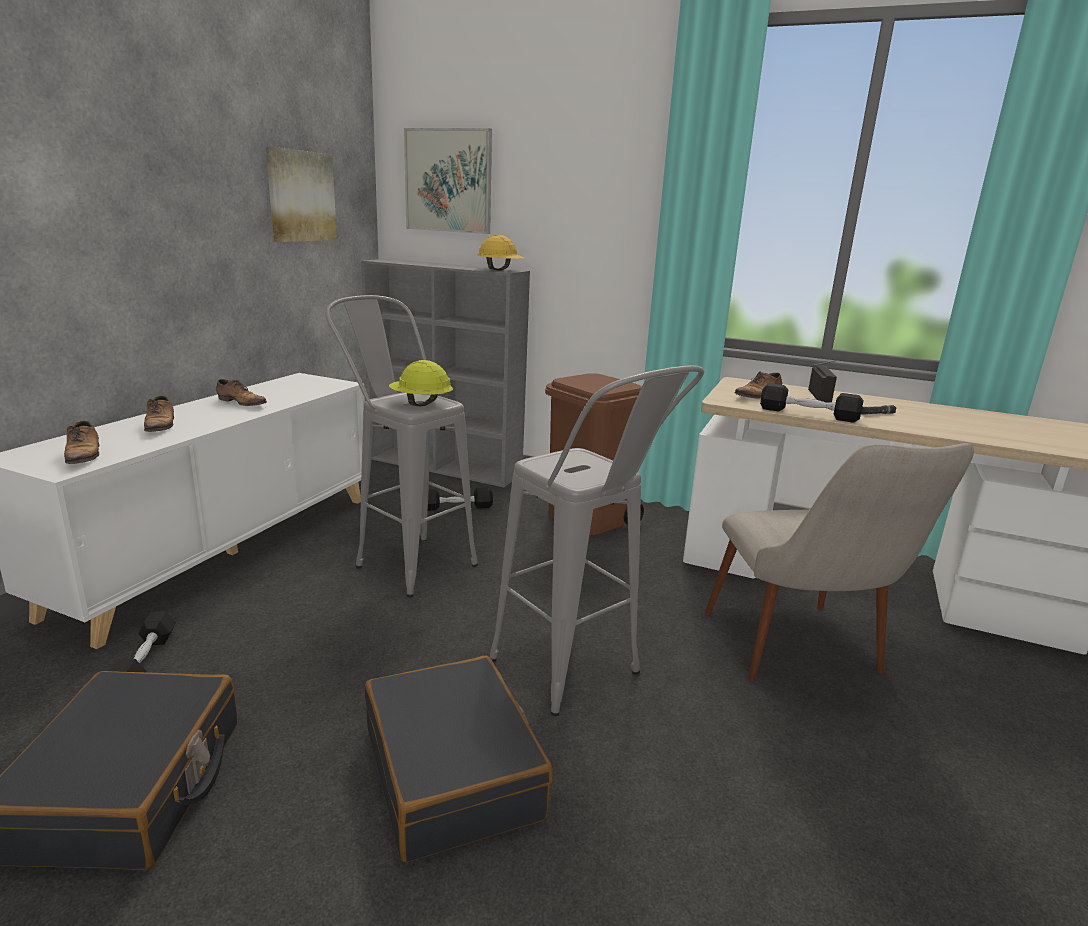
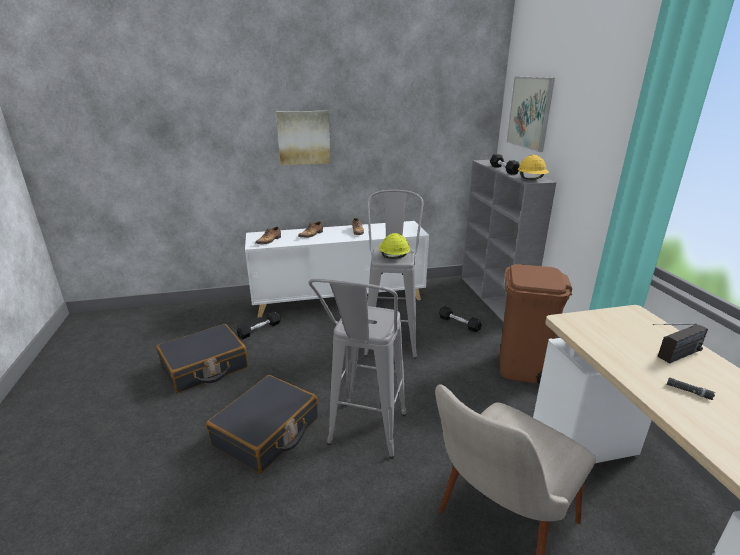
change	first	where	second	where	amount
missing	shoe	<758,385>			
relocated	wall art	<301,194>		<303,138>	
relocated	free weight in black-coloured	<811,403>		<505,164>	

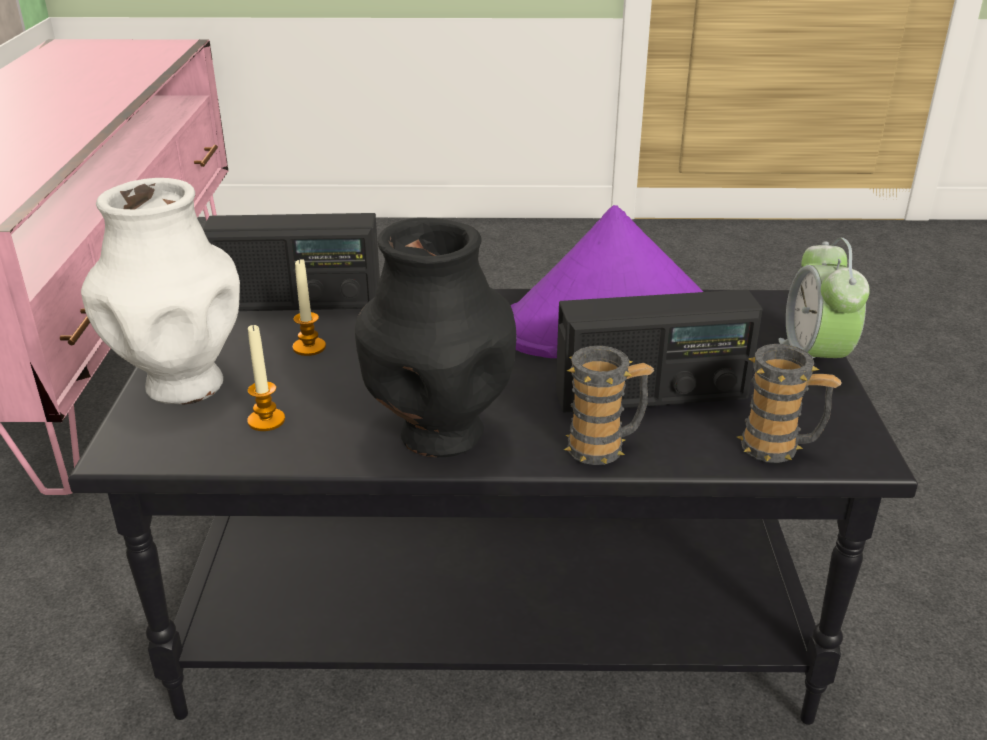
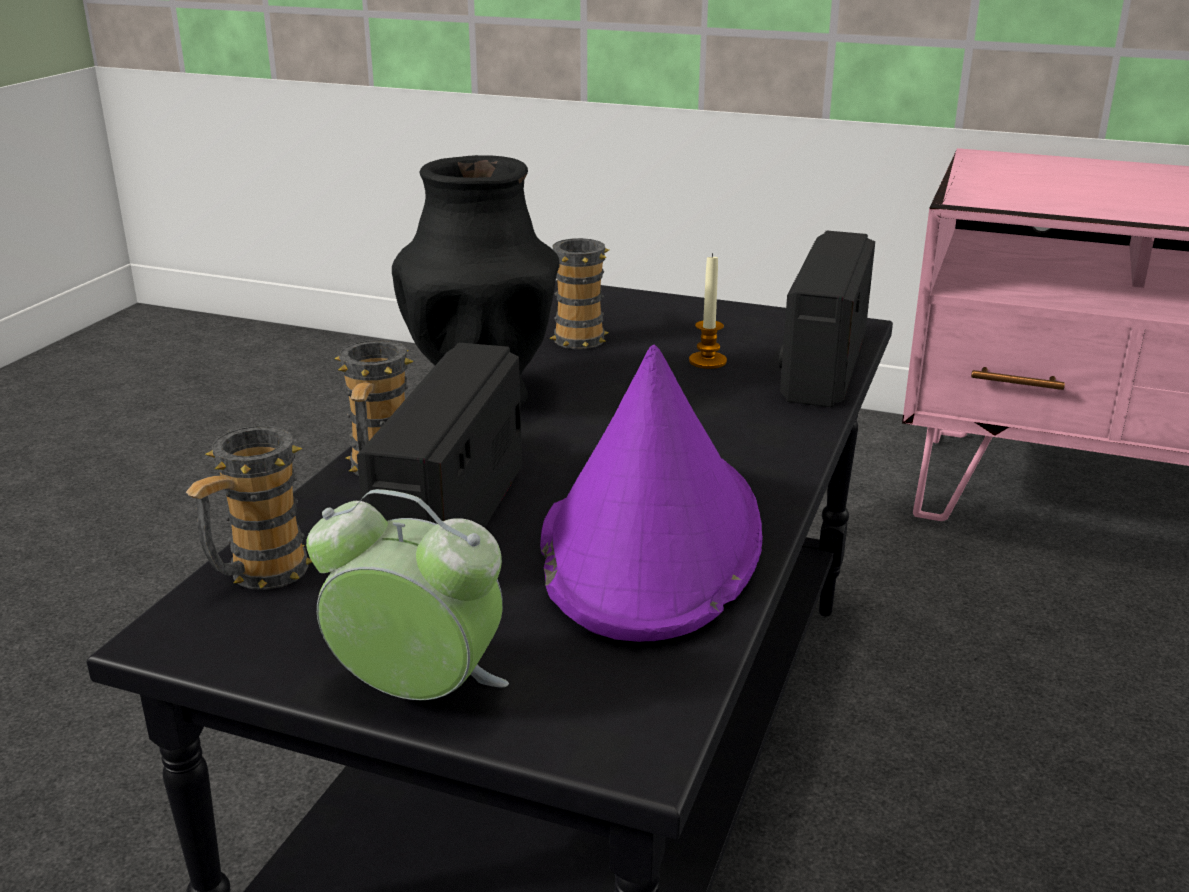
change	first	where	second	where	amount
missing	flower vase in white	<160,291>			
exchanged	wax candle	<266,378>	mug	<579,293>	

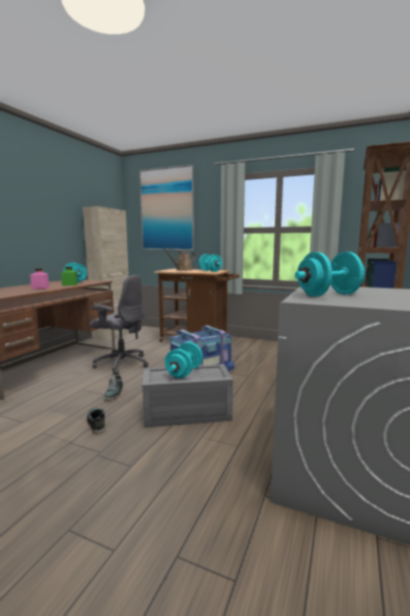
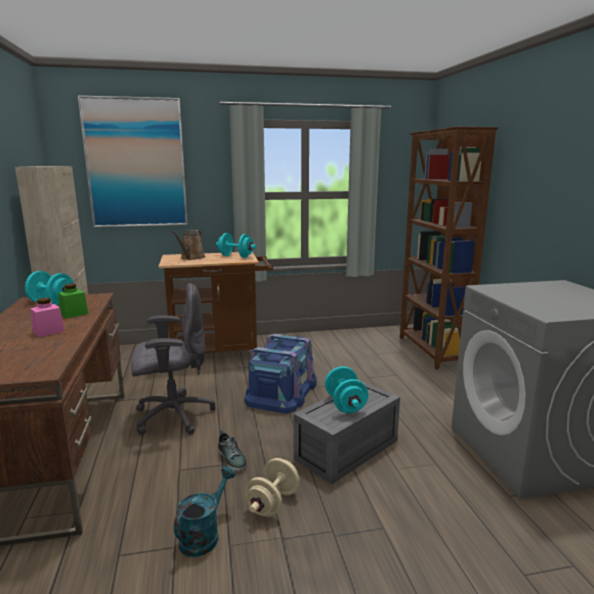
change	first	where	second	where	amount
missing	free weight in blue-green	<330,274>			
appeared			watering can in blue-green	<205,511>	
exchanged	shoe	<96,421>	free weight in beige	<272,487>	

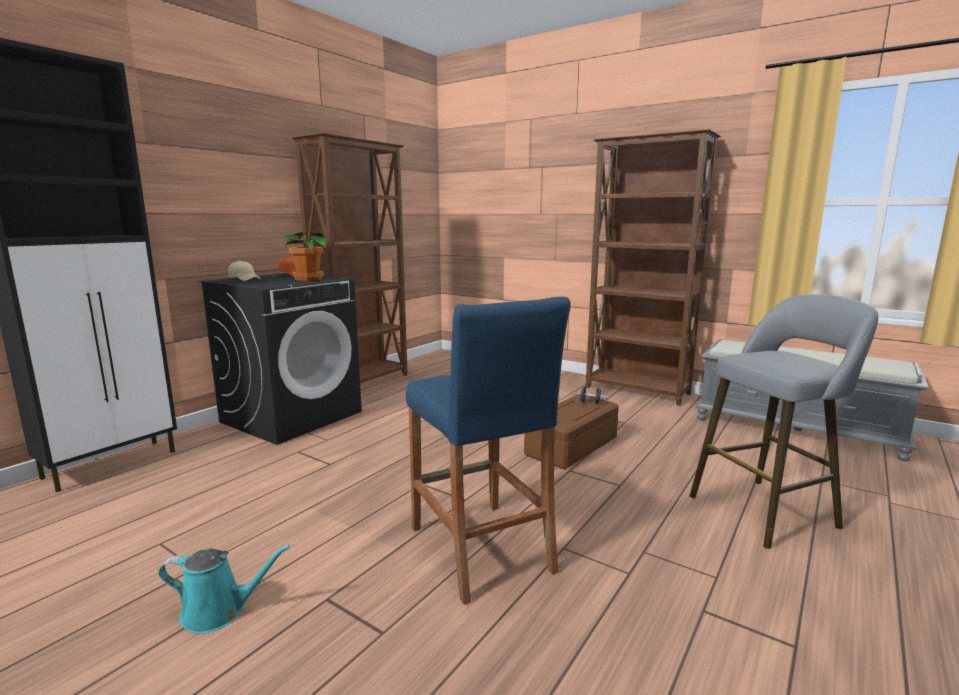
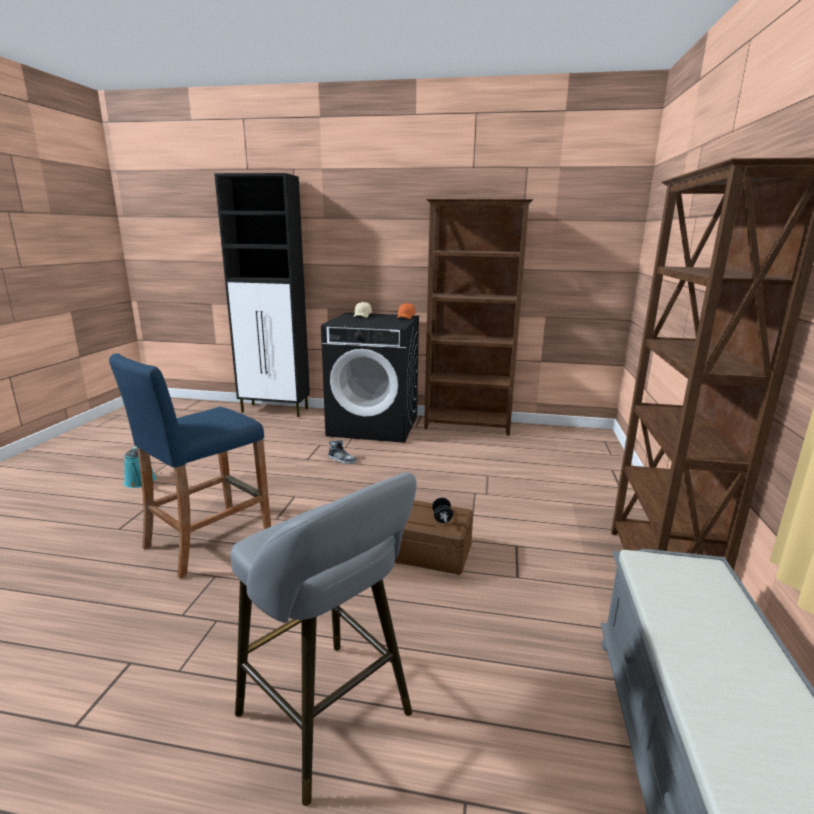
change	first	where	second	where	amount
missing	potted plant	<304,256>			
appeared			shoe	<342,452>	

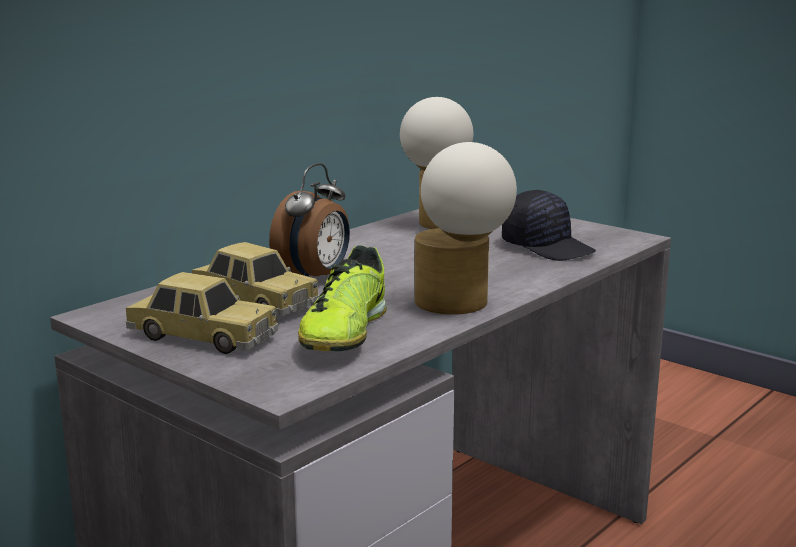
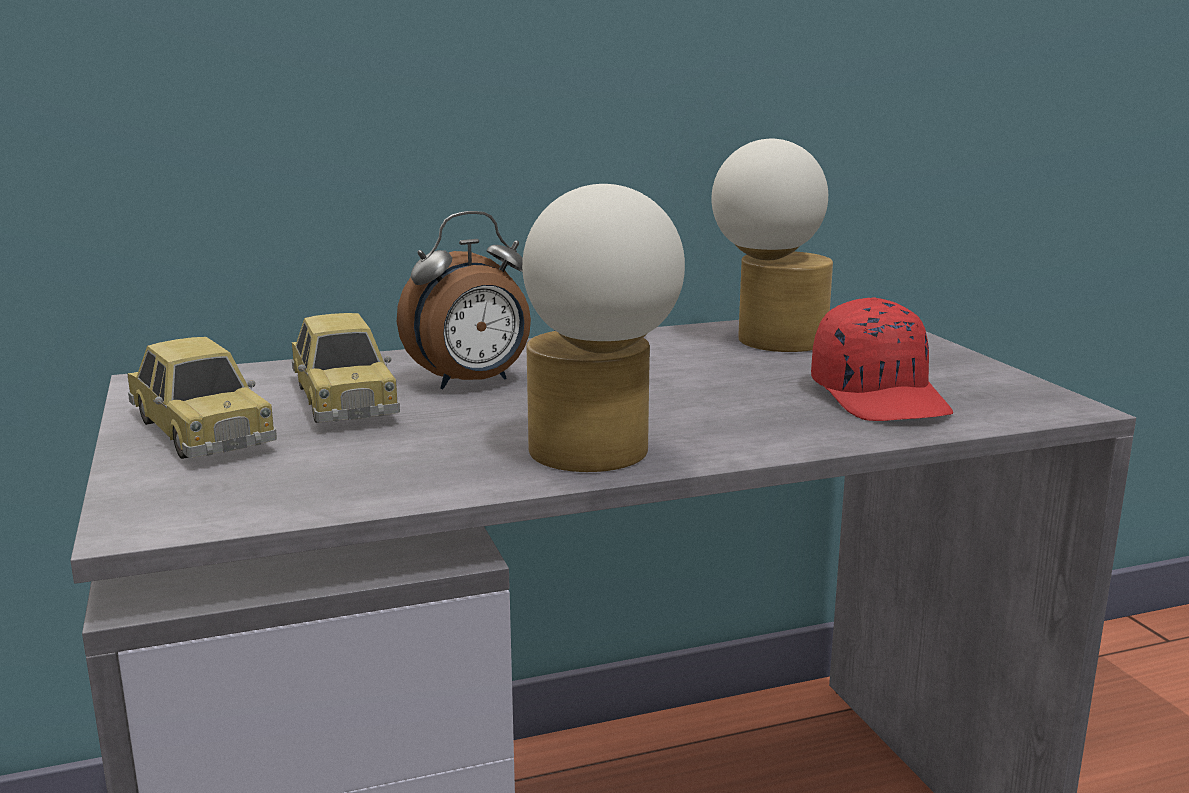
change	first	where	second	where	amount
missing	shoe	<342,298>			
colour	peaked cap in black-coloured	<549,225>	peaked cap in red	<882,359>	

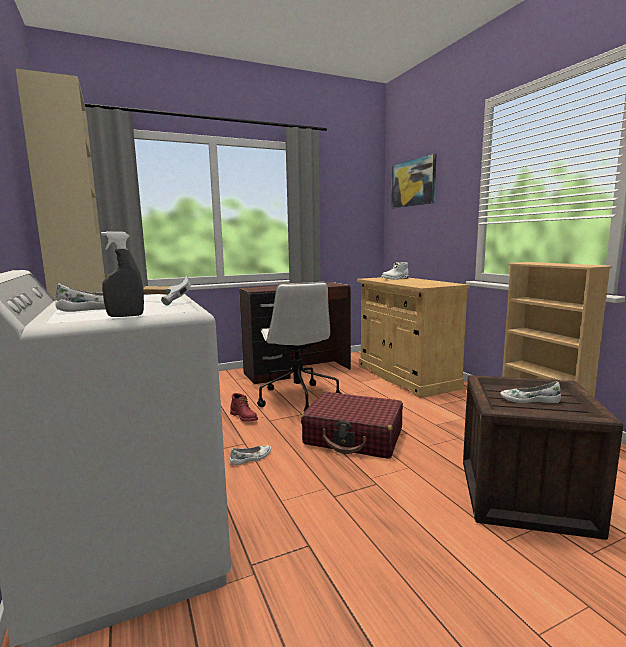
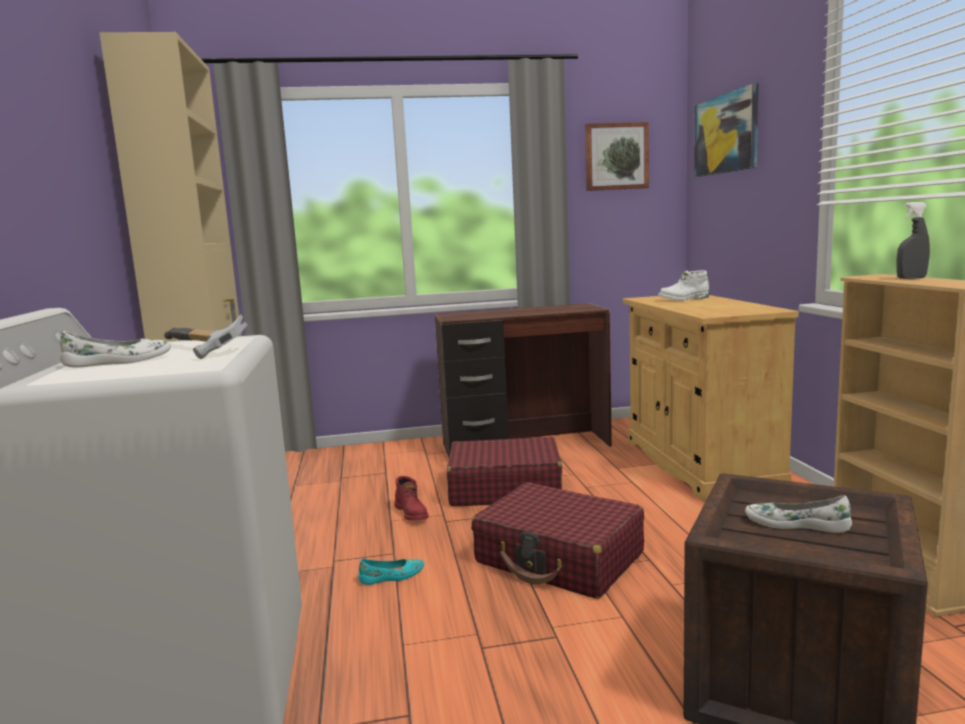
change	first	where	second	where	amount
appeared			wall art	<617,156>	
relocated	sprayer in grey	<122,274>		<913,240>	
exchanged	office chair in white	<299,346>	suitcase in red	<504,471>	
colour	shoe in white	<250,455>	shoe in blue-green	<391,572>	

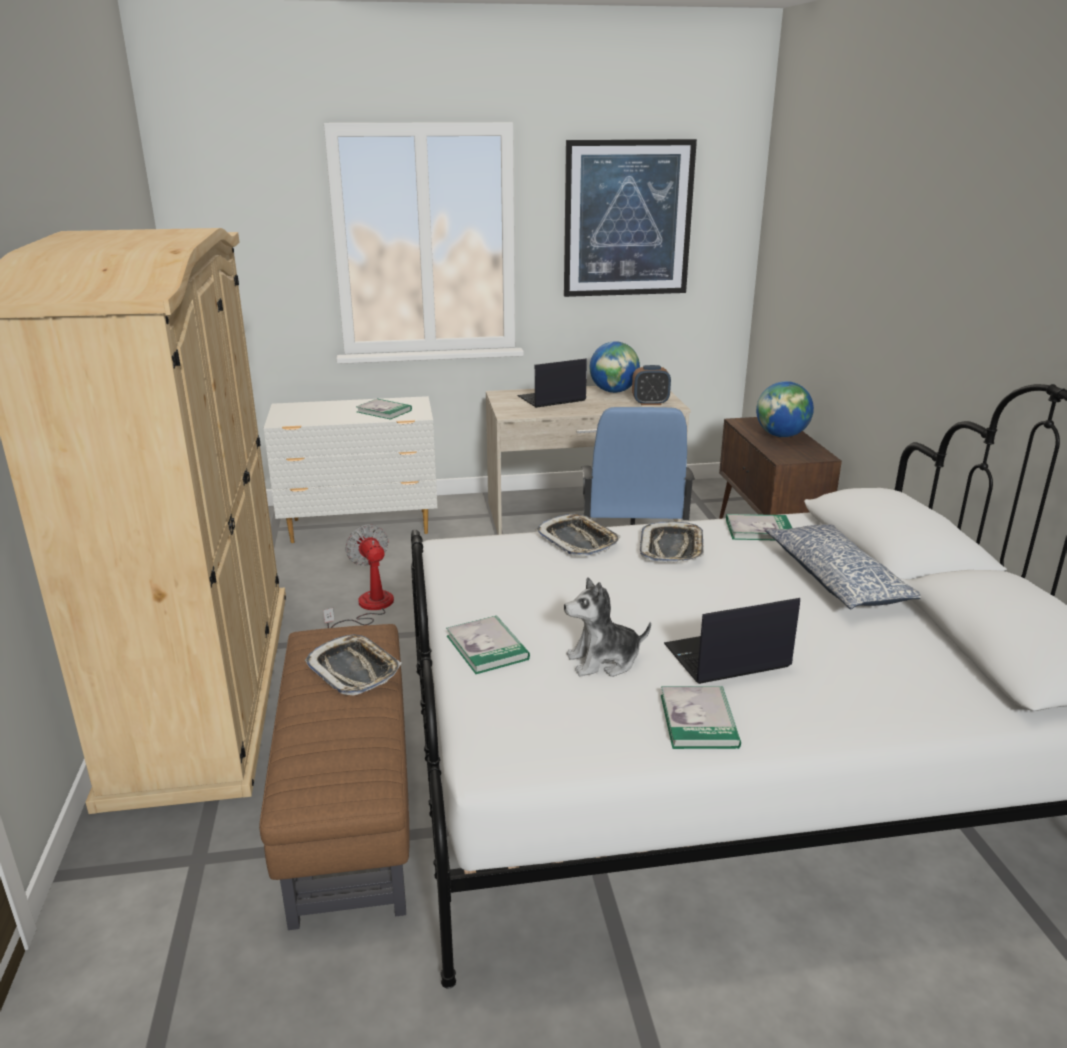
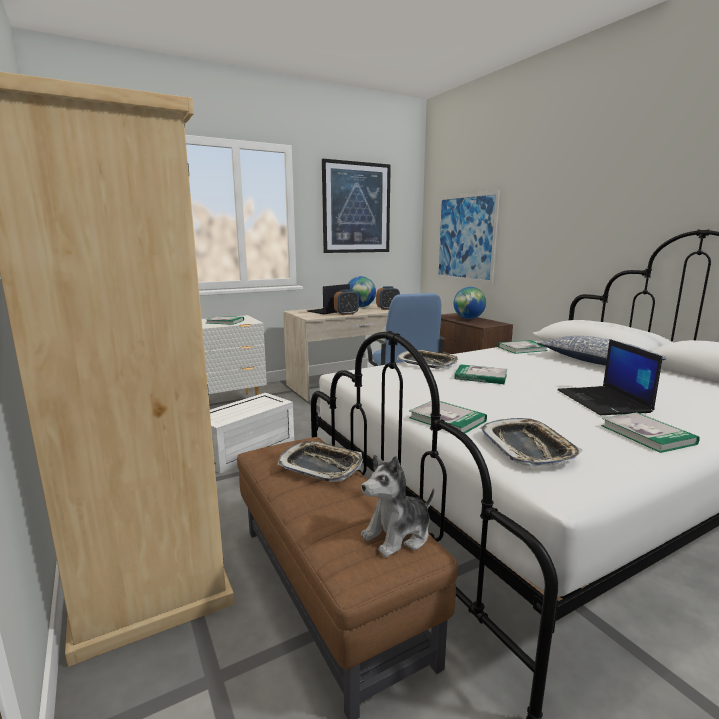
change	first	where	second	where	amount
appeared			bedside clock	<346,302>	
appeared			wall art	<468,237>	
appeared			book	<480,374>	
relocated	cuddly toy	<607,627>		<397,506>	
relocated	tray	<672,541>		<531,442>	
exchanged	fan	<358,576>	storage box in white	<252,433>	
spun	notebook computer	<732,641>		<609,377>	60 degrees counterclockwise

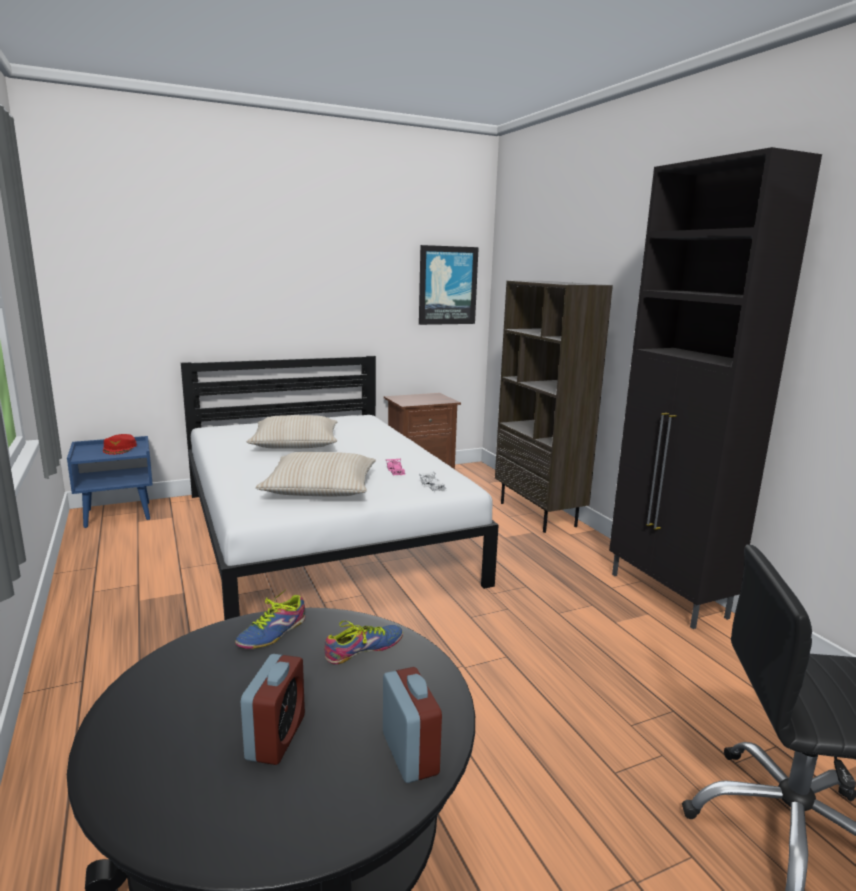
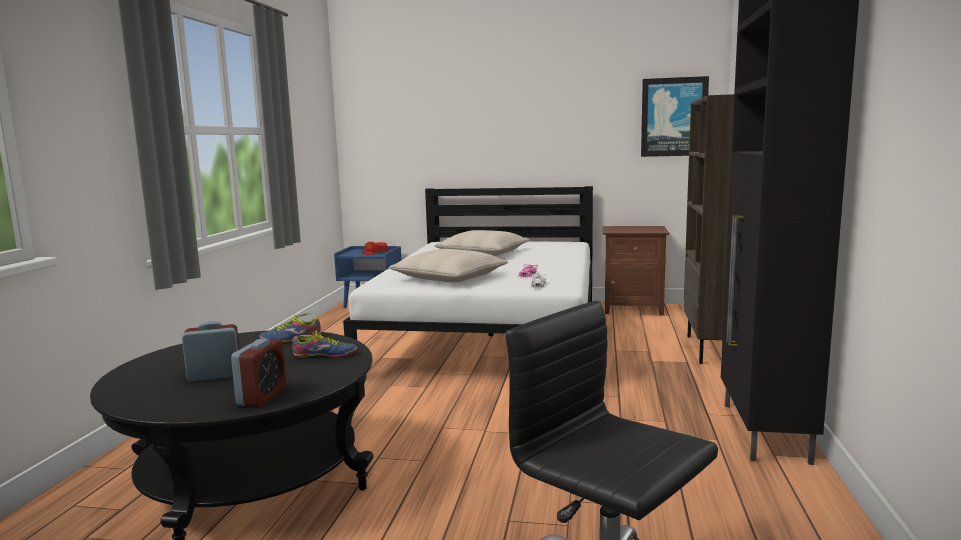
change	first	where	second	where	amount
spun	bedside clock	<273,709>		<210,351>	150 degrees counterclockwise

